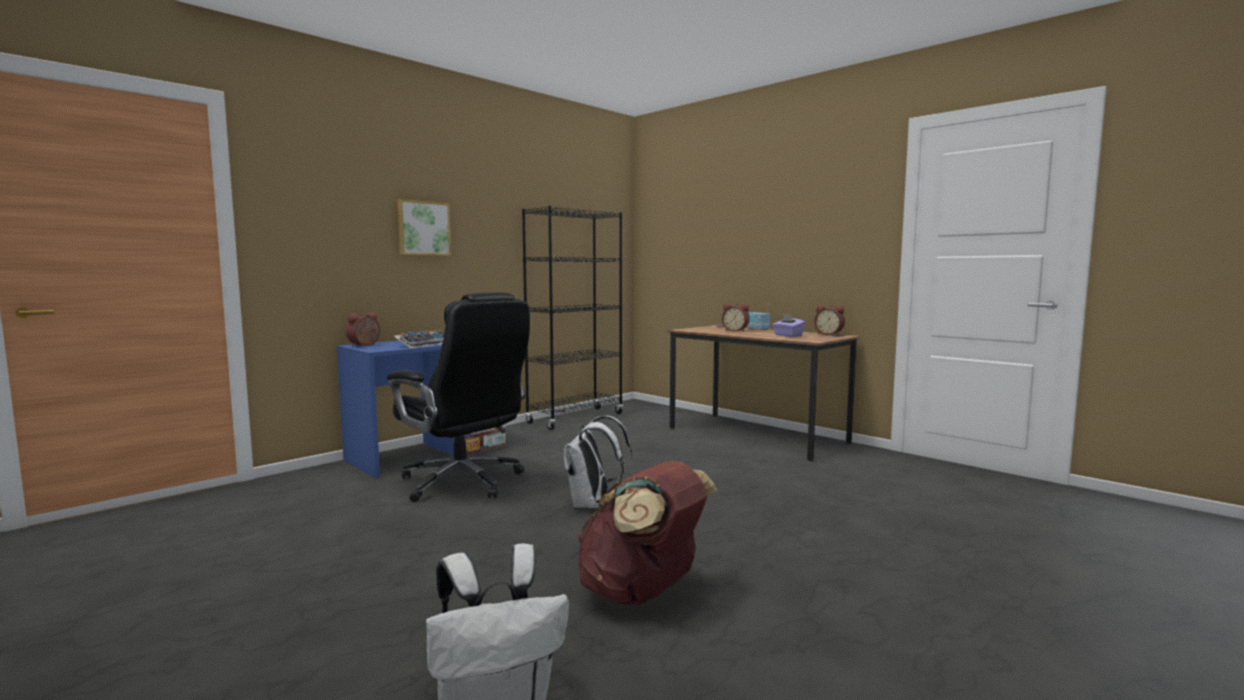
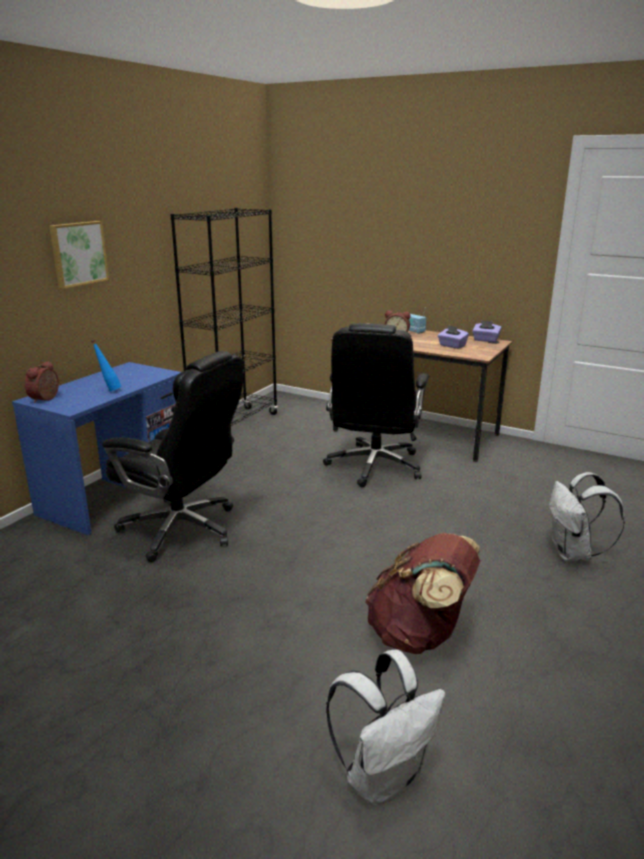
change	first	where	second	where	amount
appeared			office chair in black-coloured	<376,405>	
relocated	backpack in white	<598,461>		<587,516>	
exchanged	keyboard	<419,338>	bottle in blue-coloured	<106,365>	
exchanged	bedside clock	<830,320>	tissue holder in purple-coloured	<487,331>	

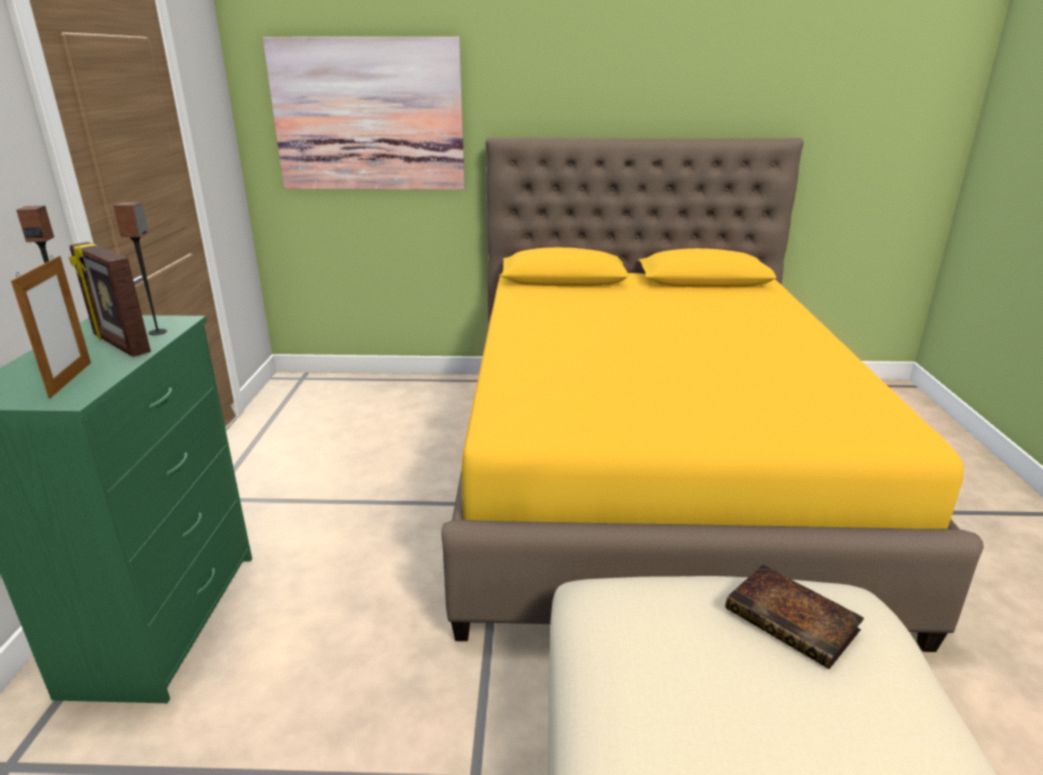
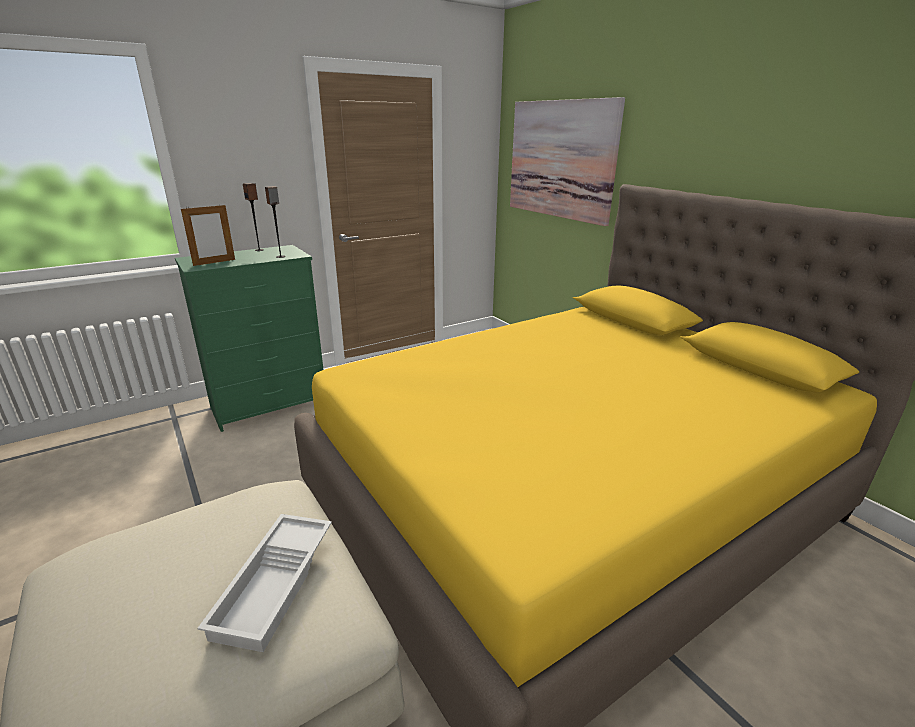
change	first	where	second	where	amount
missing	photo frame	<110,299>			
exchanged	book	<794,617>	tray in white	<264,583>	

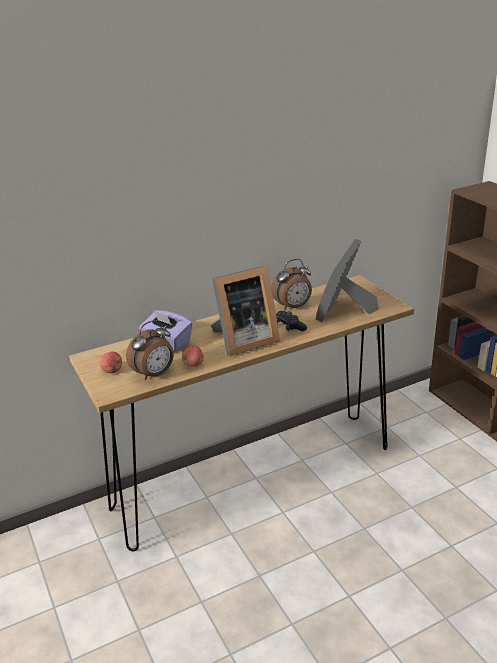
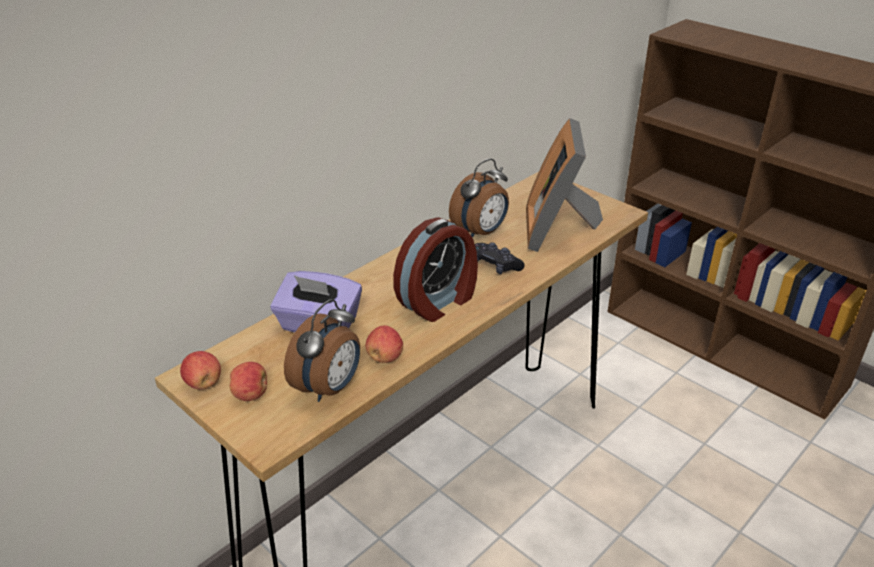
change	first	where	second	where	amount
appeared			apple	<200,370>	
exchanged	photo frame	<245,311>	bedside clock	<435,269>	

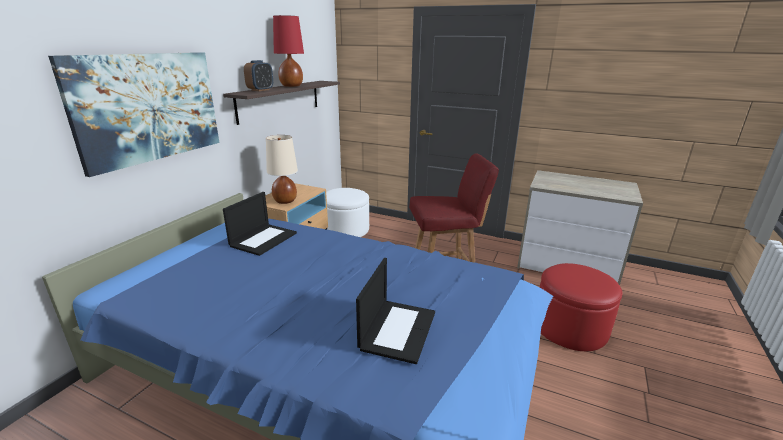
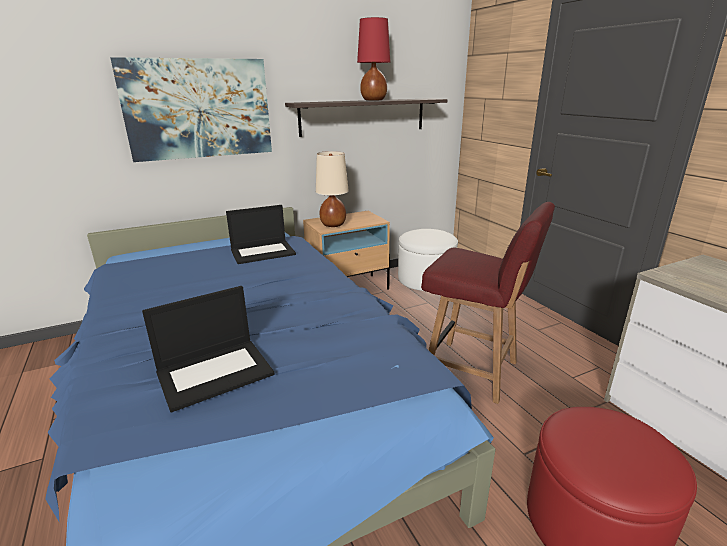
change	first	where	second	where	amount
missing	bedside clock	<258,75>			

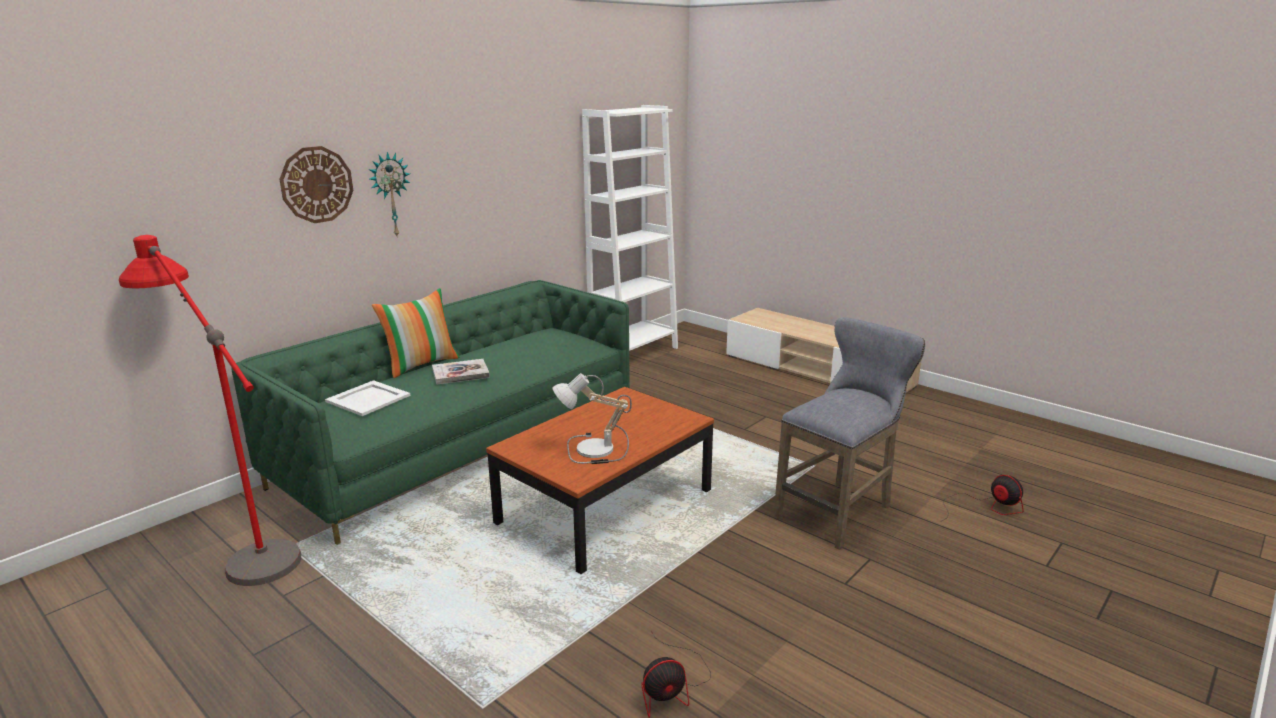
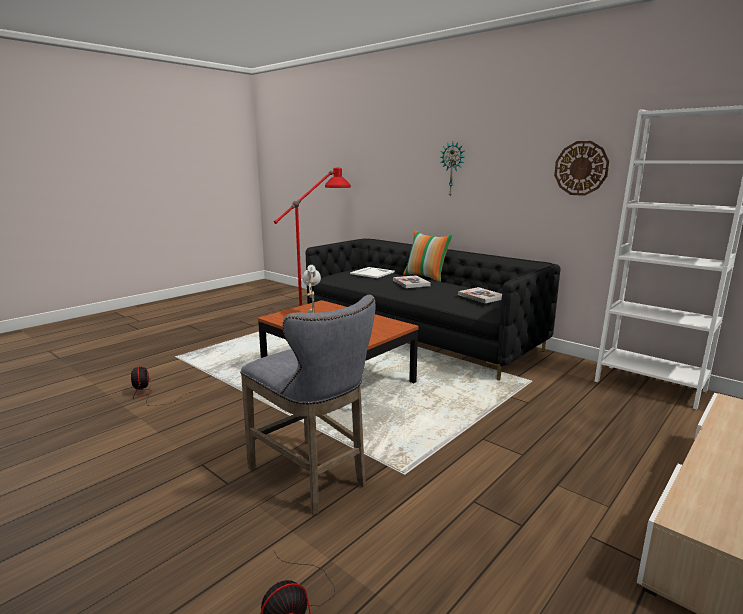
change	first	where	second	where	amount
appeared			book	<480,295>	
relocated	wall clock	<316,184>		<581,168>	
colour	settee in green-coloured	<430,412>	settee in black-coloured	<432,309>	

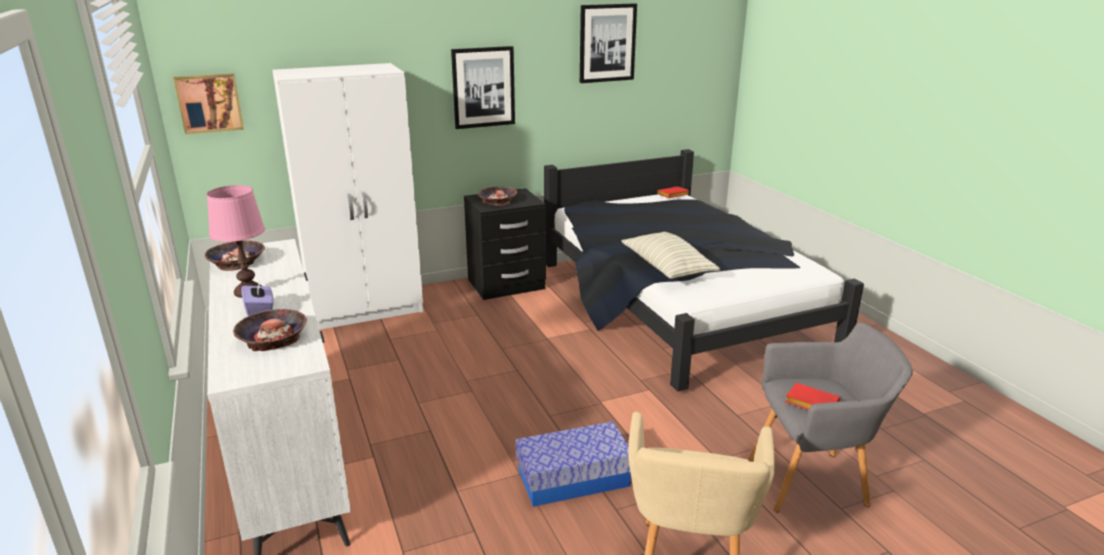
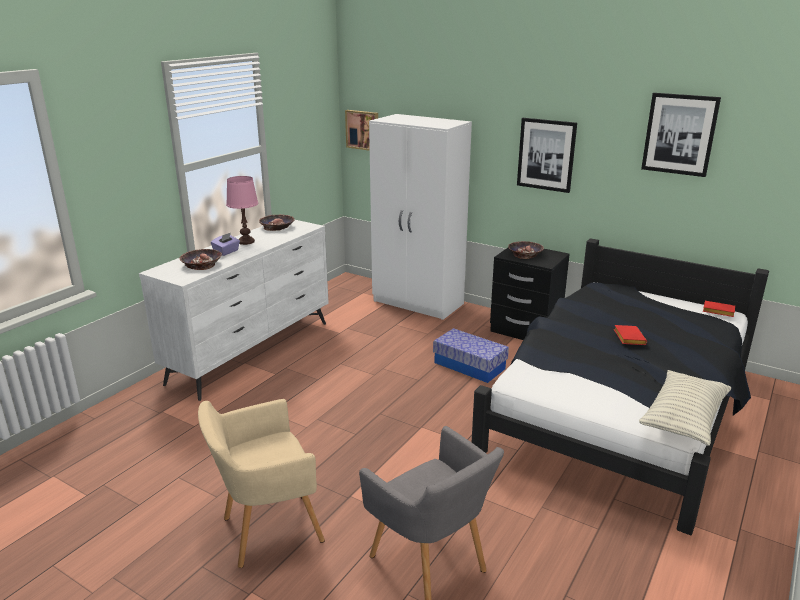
change	first	where	second	where	amount
relocated	storage box	<573,464>		<471,355>	
relocated	throw pillow	<670,255>		<685,408>	
relocated	book in red	<812,396>		<630,335>	

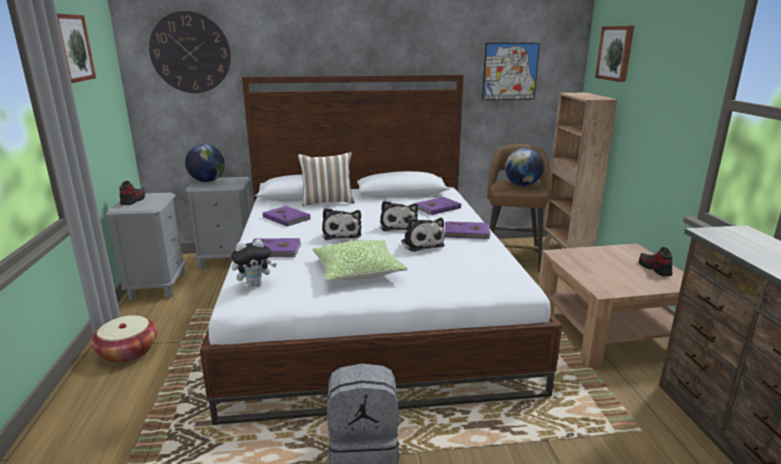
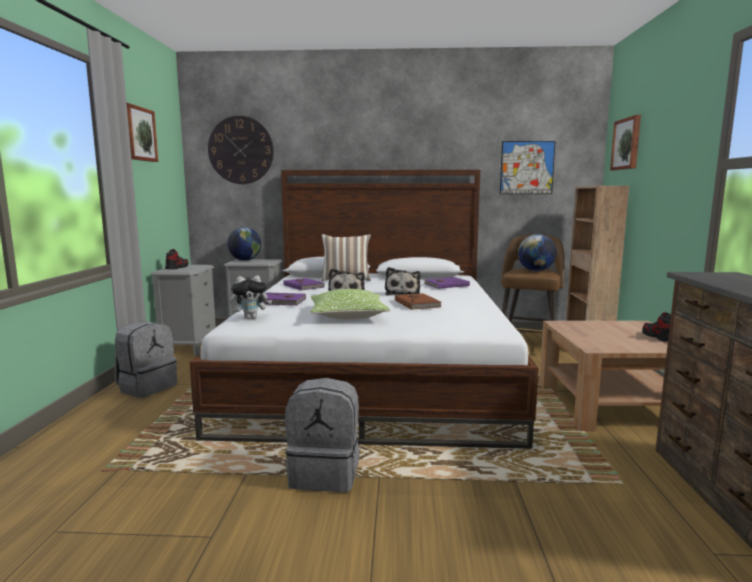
change	first	where	second	where	amount
missing	book in purple-coloured	<467,230>			
exchanged	storage basket	<124,339>	backpack in grey	<146,359>	
exchanged	cuddly toy	<423,235>	book in brownish	<418,301>	

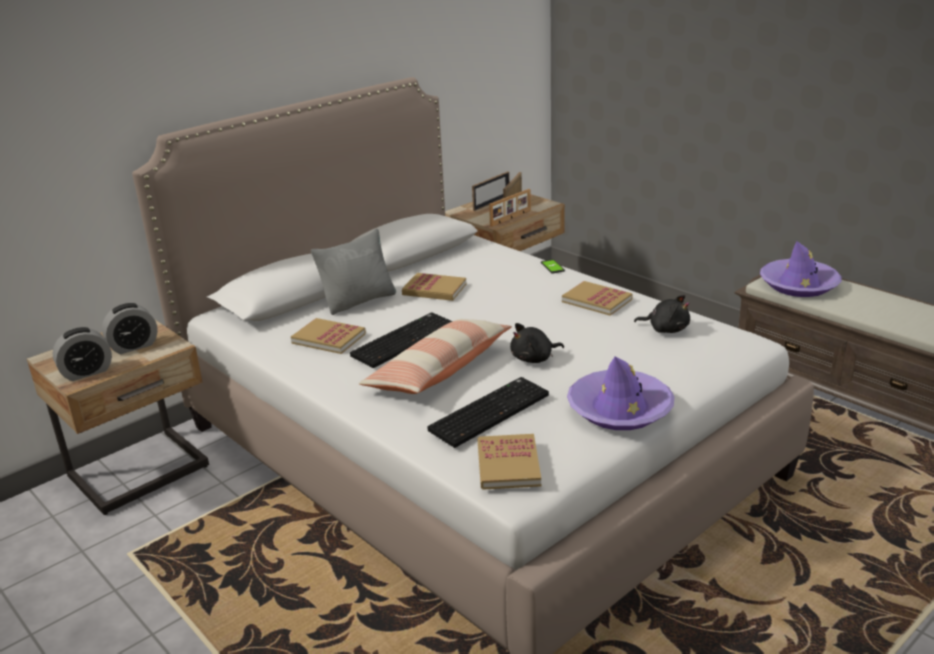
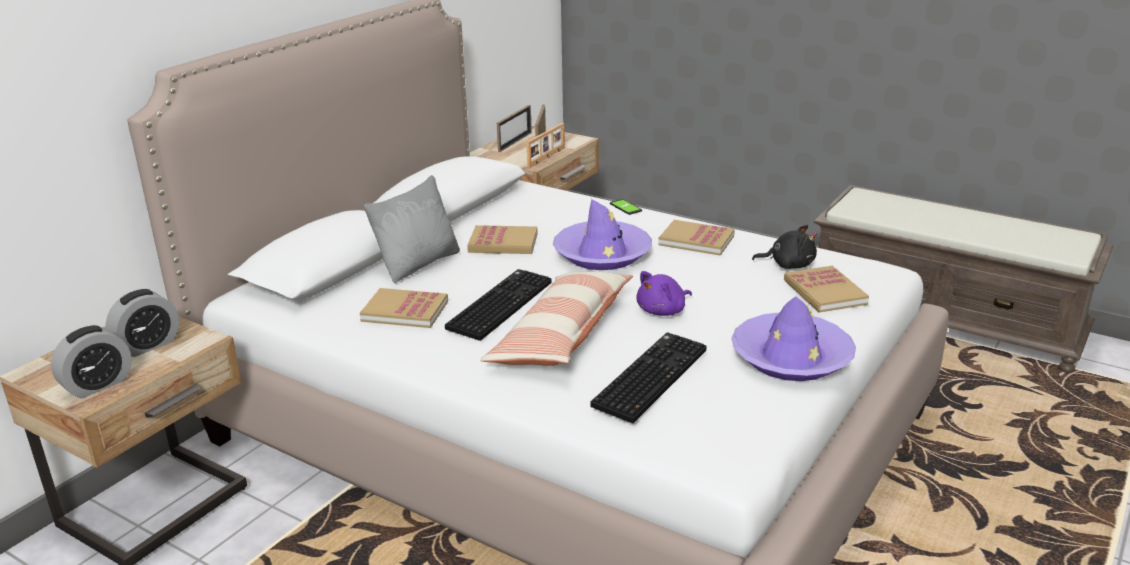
change	first	where	second	where	amount
relocated	book	<509,462>		<826,289>	
relocated	hat in purple-coloured	<800,269>		<602,234>	
colour	cuddly toy in black-coloured	<537,343>	cuddly toy in purple-coloured	<664,293>	

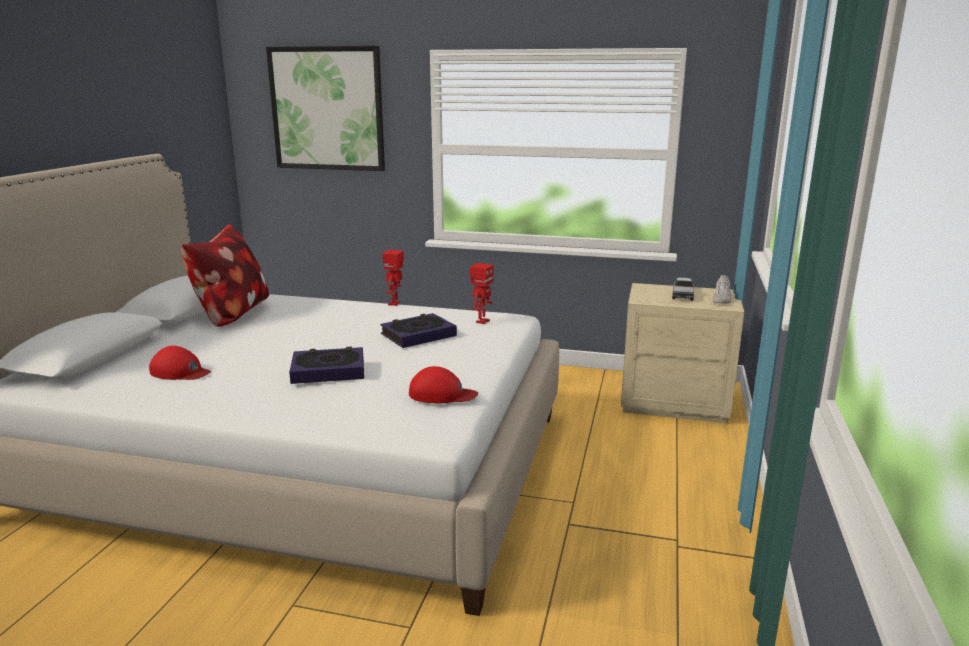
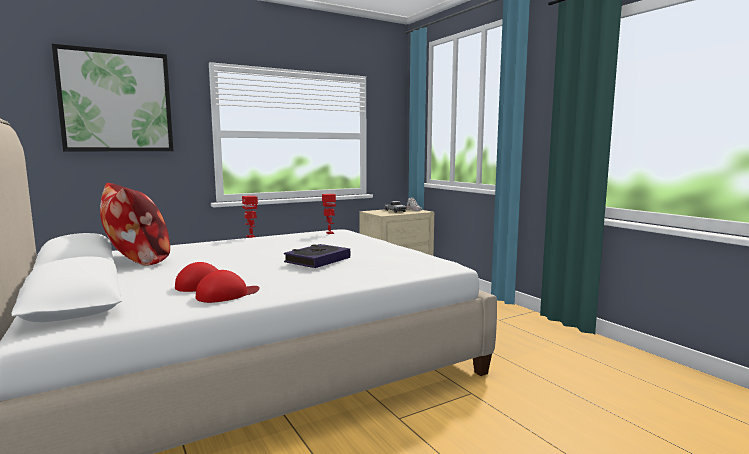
change	first	where	second	where	amount
missing	book	<418,330>			
relocated	peaked cap in red	<443,384>		<228,286>	

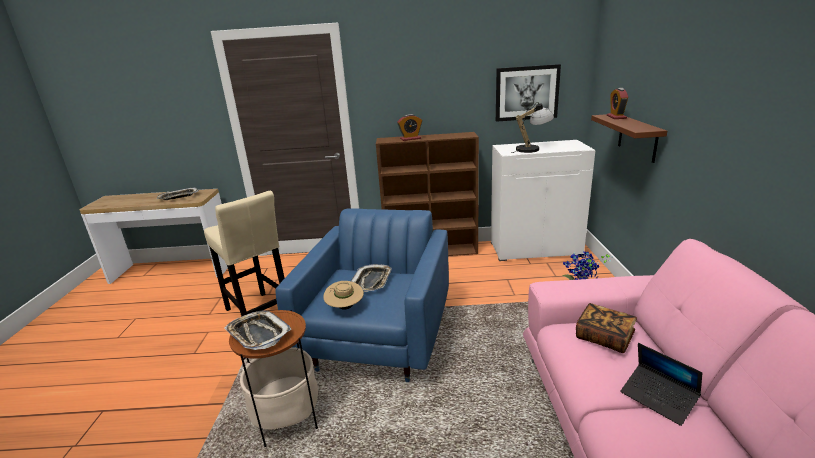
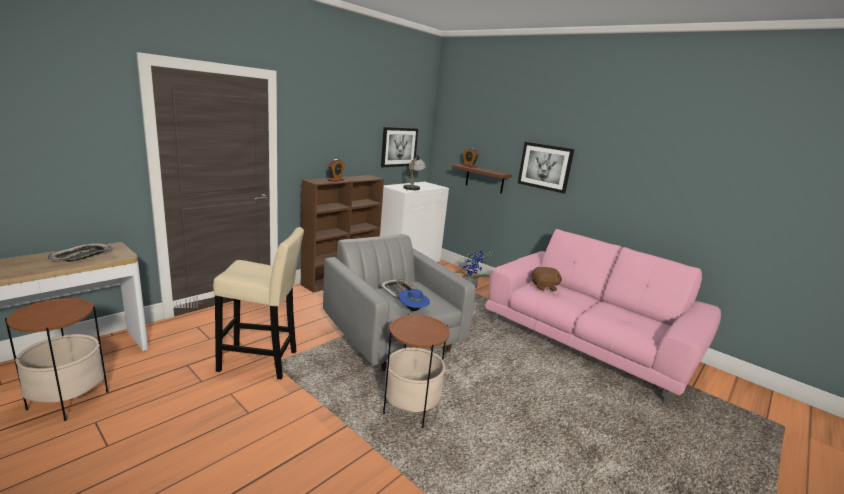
change	first	where	second	where	amount
missing	tray	<258,330>			
missing	notebook computer	<661,384>			
appeared			side table	<57,359>	
appeared			wall art	<546,168>	
exchanged	book	<606,328>	cuddly toy in brownish	<546,279>	
colour	easy chair in blue-coloured	<362,295>	easy chair in grey	<399,305>	
colour	hat in beige	<343,295>	hat in blue-coloured	<414,300>	

